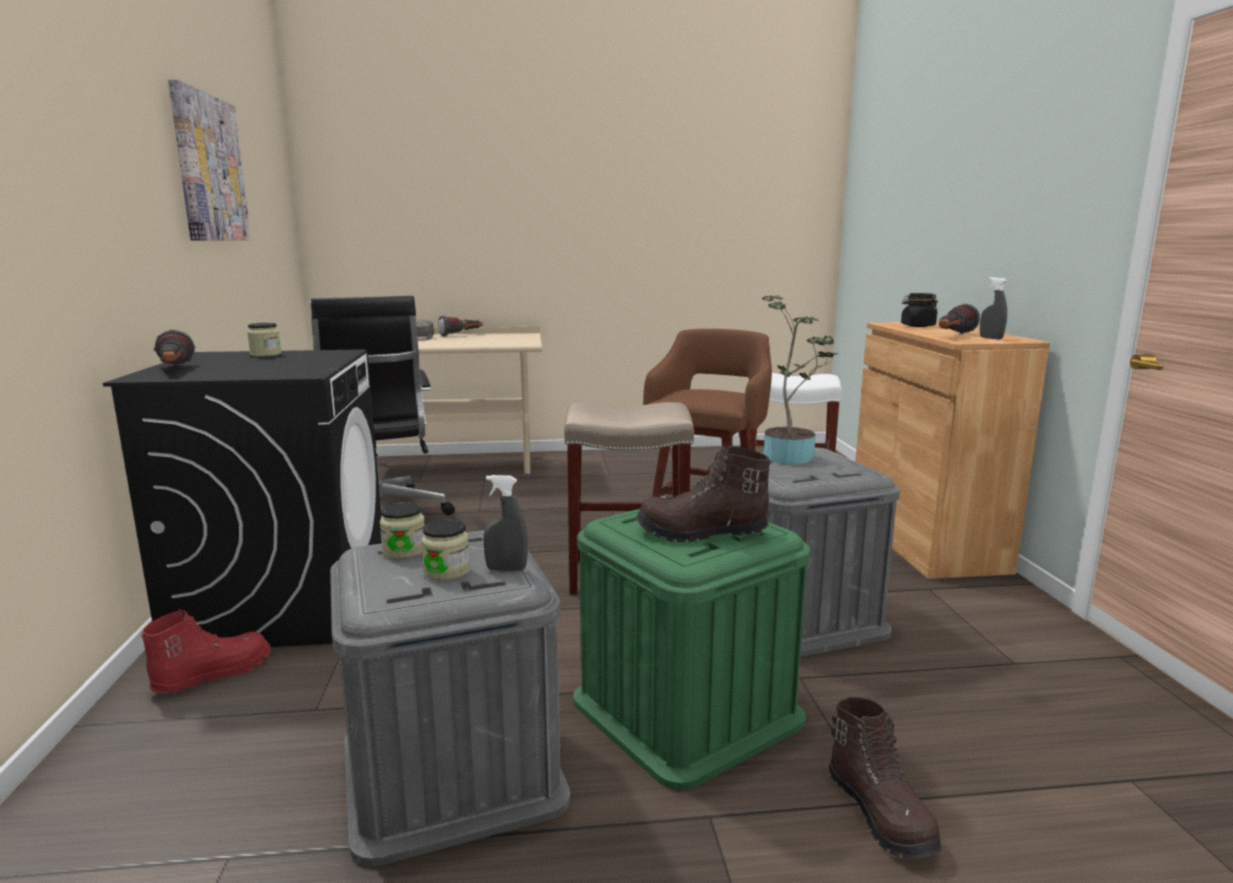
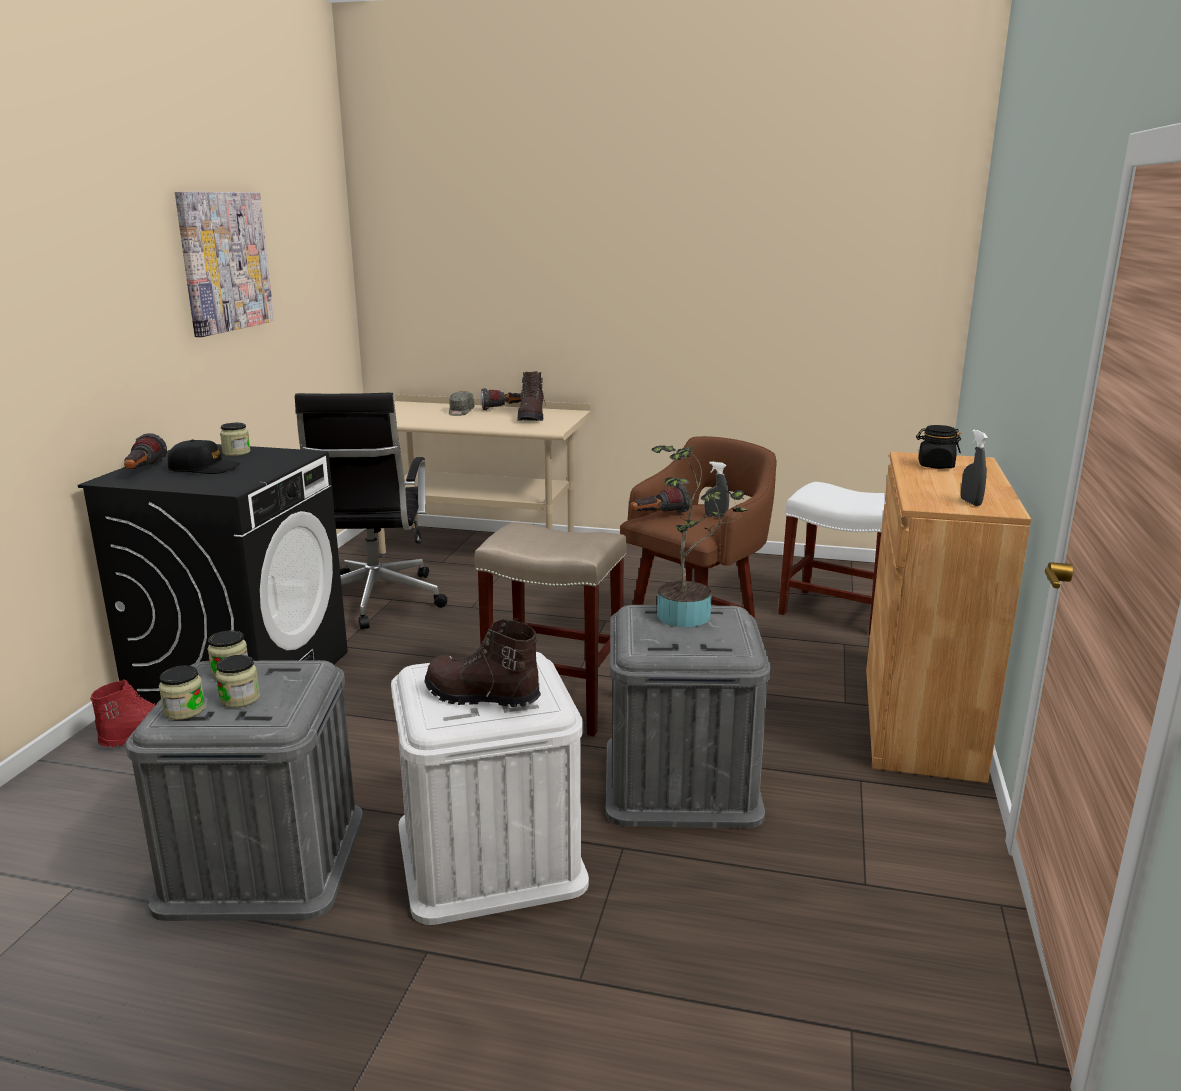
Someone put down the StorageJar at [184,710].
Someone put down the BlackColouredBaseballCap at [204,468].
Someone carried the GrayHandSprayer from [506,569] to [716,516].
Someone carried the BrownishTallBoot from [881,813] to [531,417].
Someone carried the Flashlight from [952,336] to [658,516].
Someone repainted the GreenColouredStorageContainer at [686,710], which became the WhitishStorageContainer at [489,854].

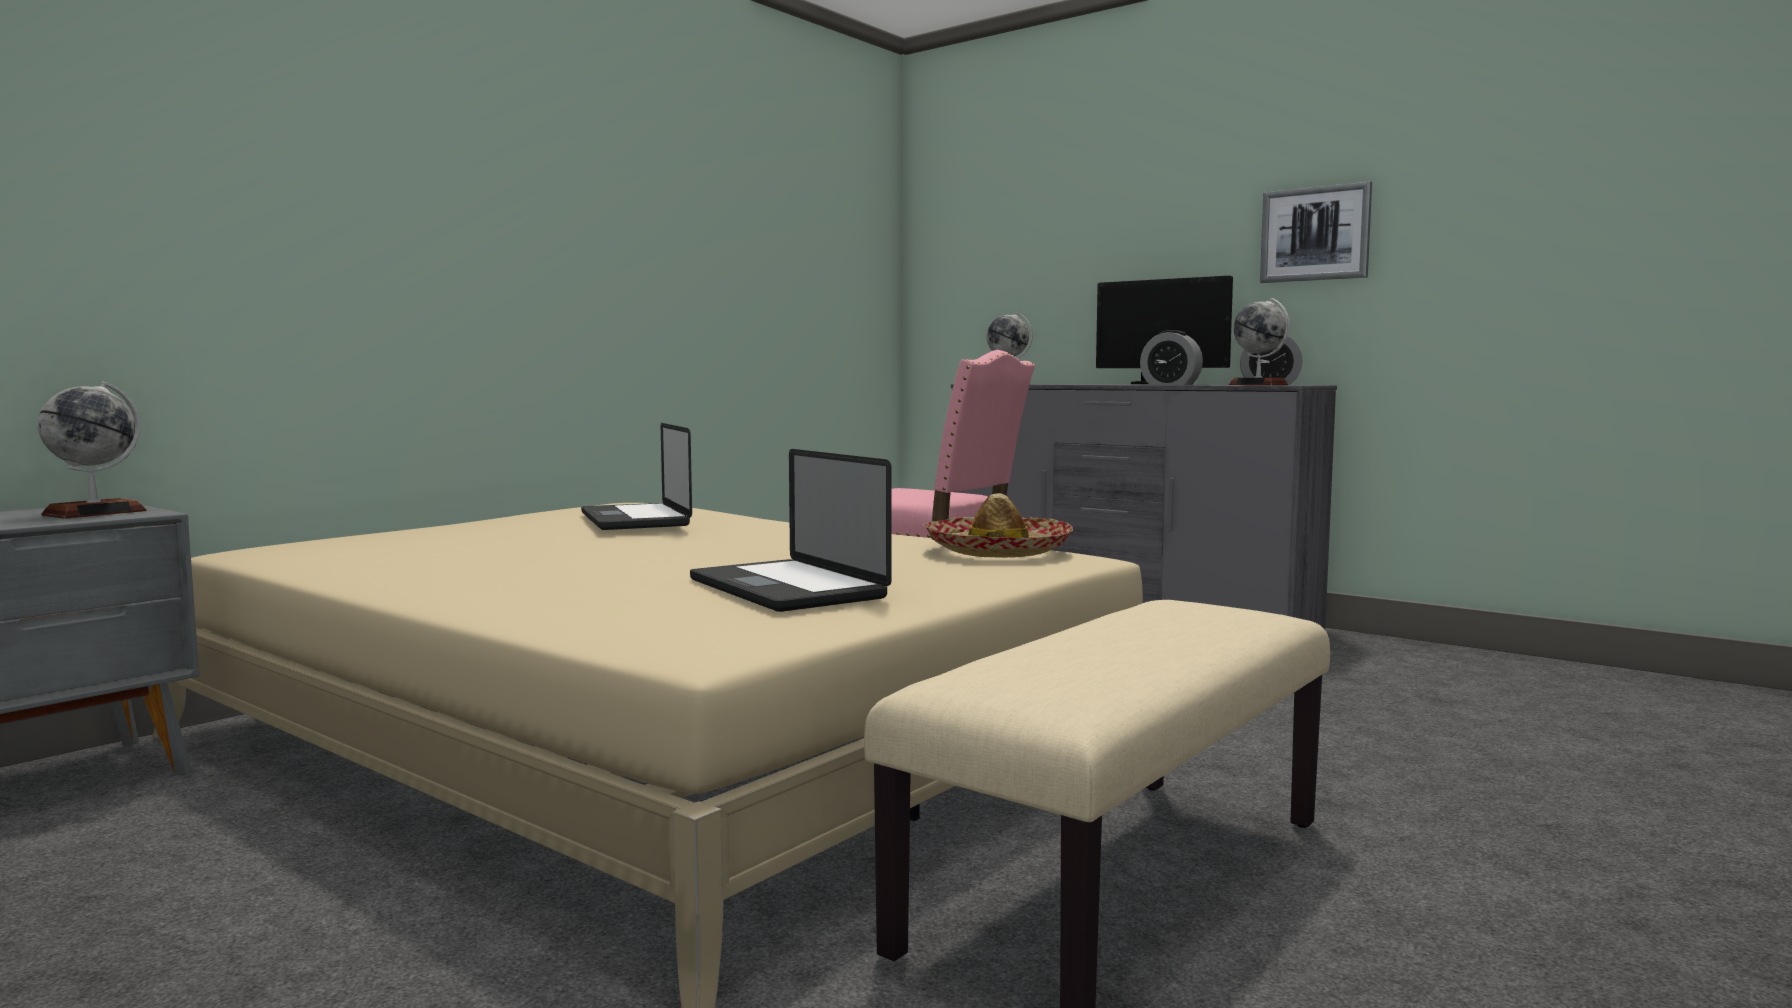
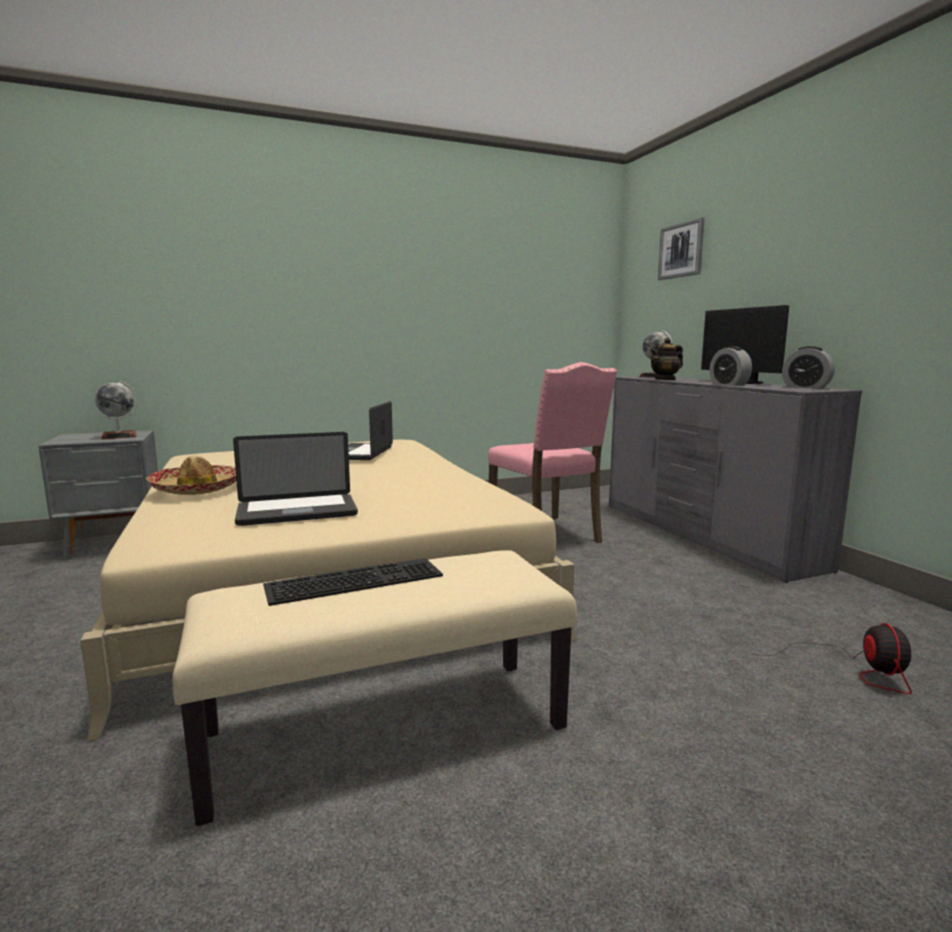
Someone took away the Globe at [1258,385].
Someone put down the Keyboard at [355,579].
Someone put down the PotForTea at [665,379].
Someone put down the CoolingFan at [853,669].
Someone carried the Hat from [996,551] to [197,489].
Someone carried the Picture from [1315,234] to [681,250].
Someone rotated the NotebookComputer at [786,589] by 105 degrees counterclockwise.

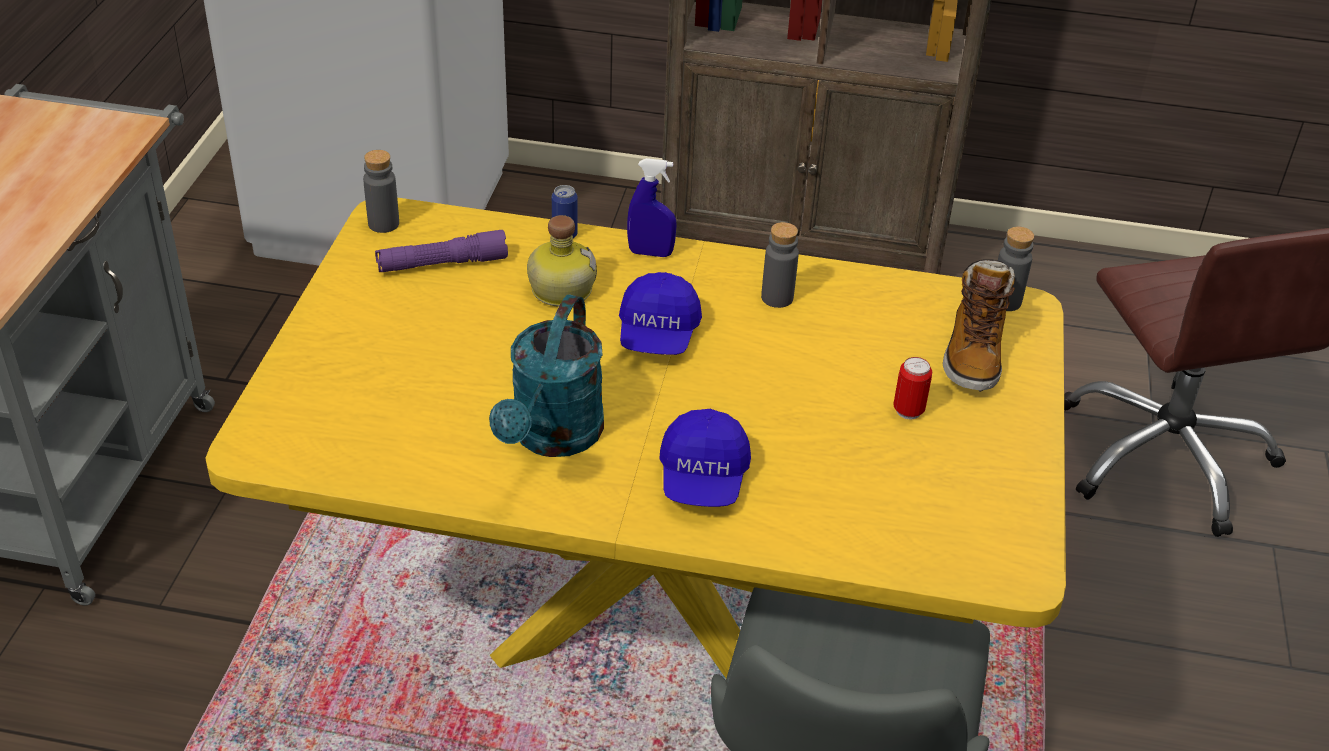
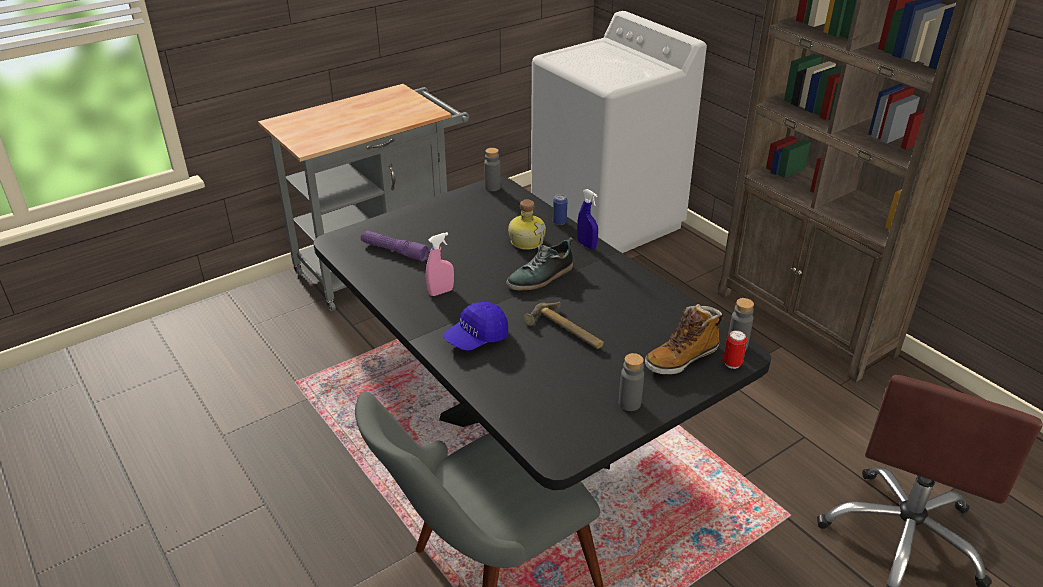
Someone put down the Hammer at [565,332].
Someone carried the PurplishFlashlight from [442,264] to [394,251].
Someone carried the GrayBottle from [777,298] to [629,403].
Someone carried the MetalCan from [908,411] to [732,363].
Someone swapped the TurquoiseWateringPot at [552,438] for the PinkHandSprayer at [441,292].
Someone swapped the BlueBaseballCap at [658,335] for the Shoe at [541,277].
Someone repainted the YellowColouredDiningTable at [652,621], which became the BlackColouredDiningTable at [522,442].

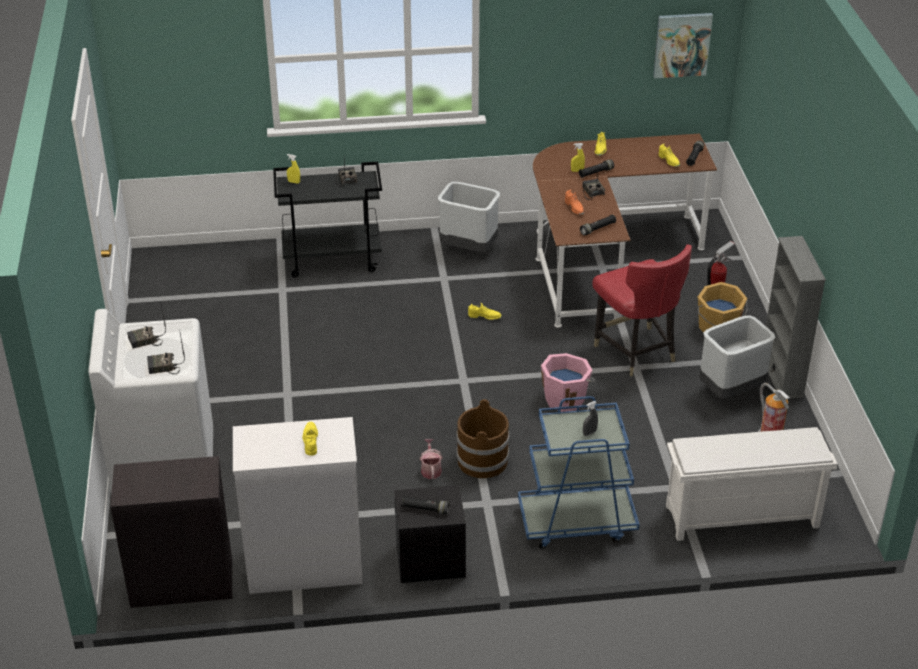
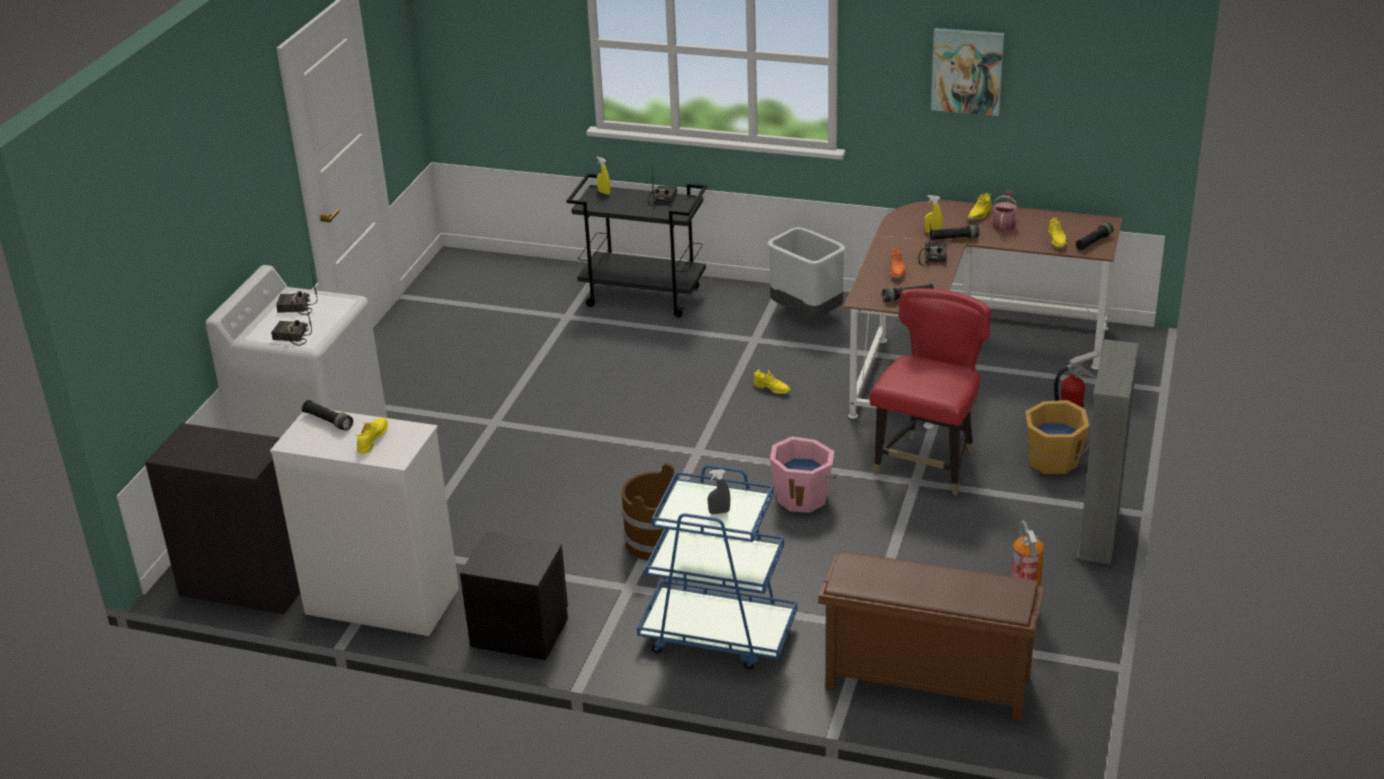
Someone took away the GrayWasteBin at [731,391].
Someone carried the BlackColouredFlashlight from [425,509] to [328,421].
Someone carried the WateringPot from [431,469] to [1004,224].
Someone carried the Picture from [682,44] to [967,71].
Someone repainted the WhitishShoeStand at [740,517], which became the BrownishShoeStand at [925,682].
Someone rotated the RedUprightChair at [636,352] by 150 degrees counterclockwise.

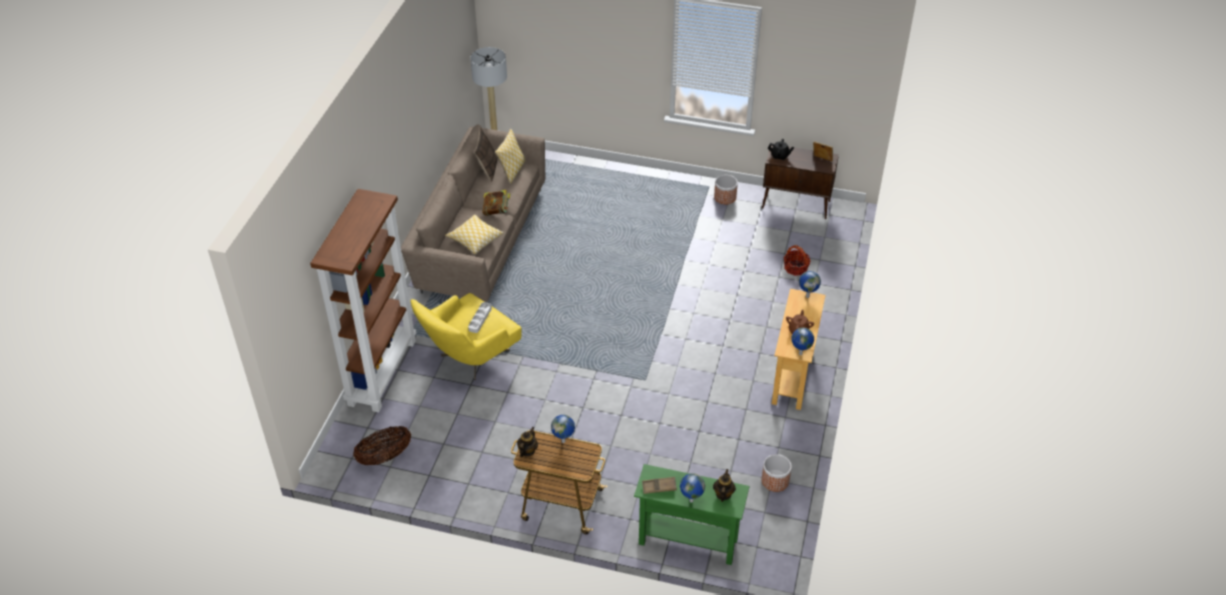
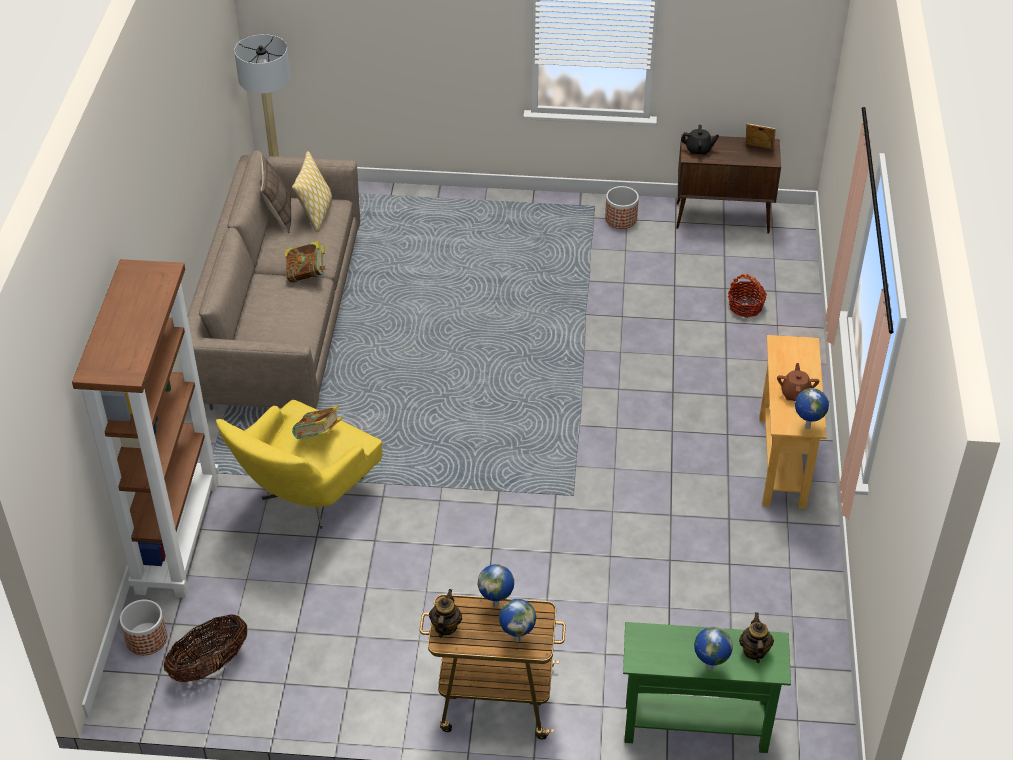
Someone took away the Pillow at [475,239].
Someone took away the BrownishTray at [659,487].
Someone carried the FlowerPot from [775,481] to [146,639].
Someone carried the Globe from [807,296] to [517,638].
Someone swapped the GrayTray at [480,319] for the BoundBook at [318,436].

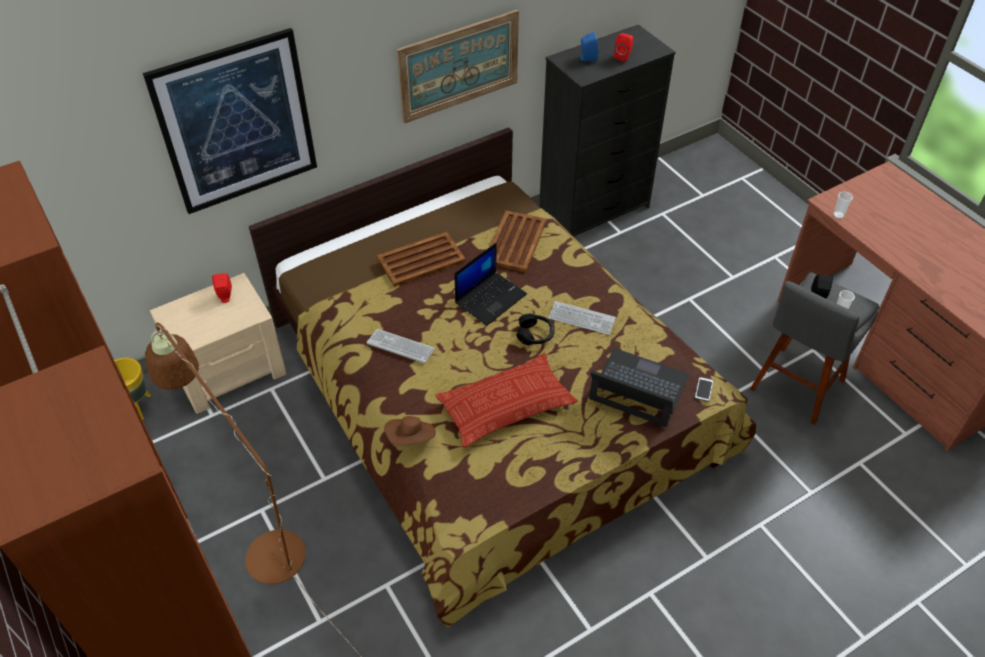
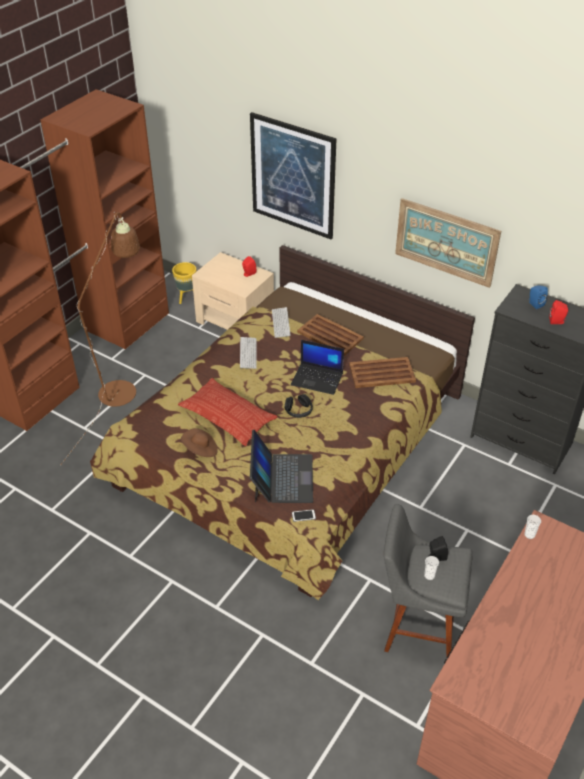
Someone carried the BrownishHat from [411,438] to [200,450].
Someone carried the Keyboard from [581,319] to [281,323].

